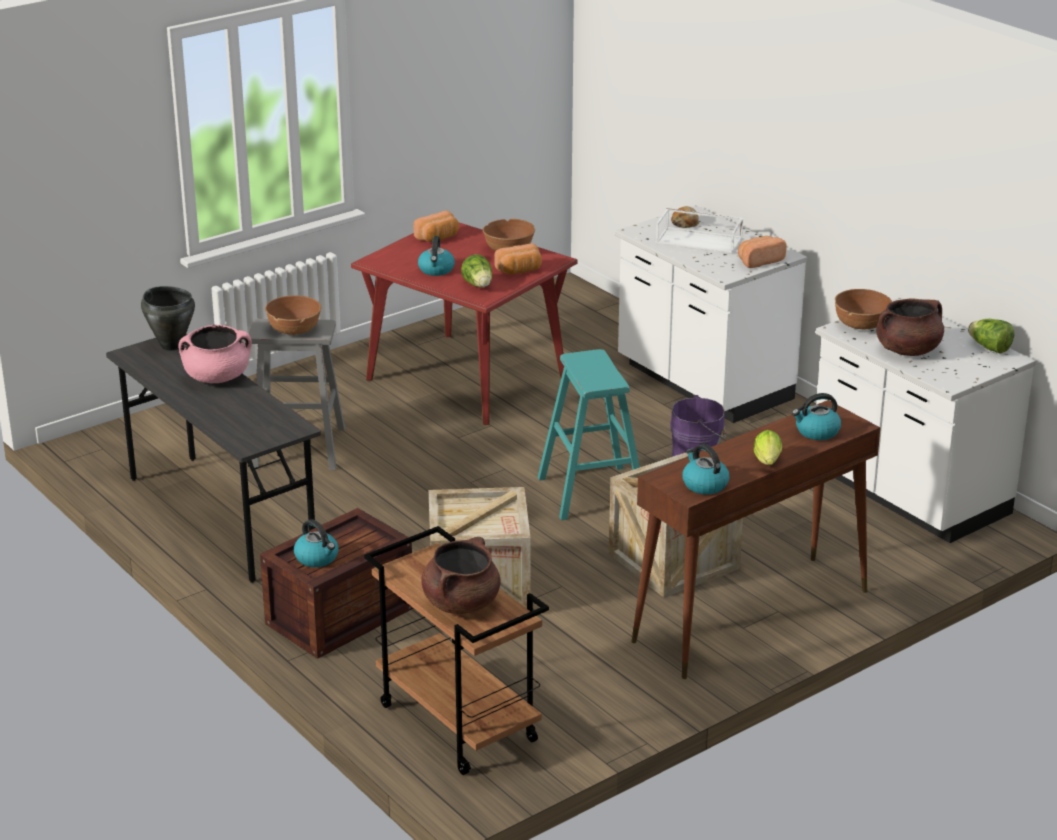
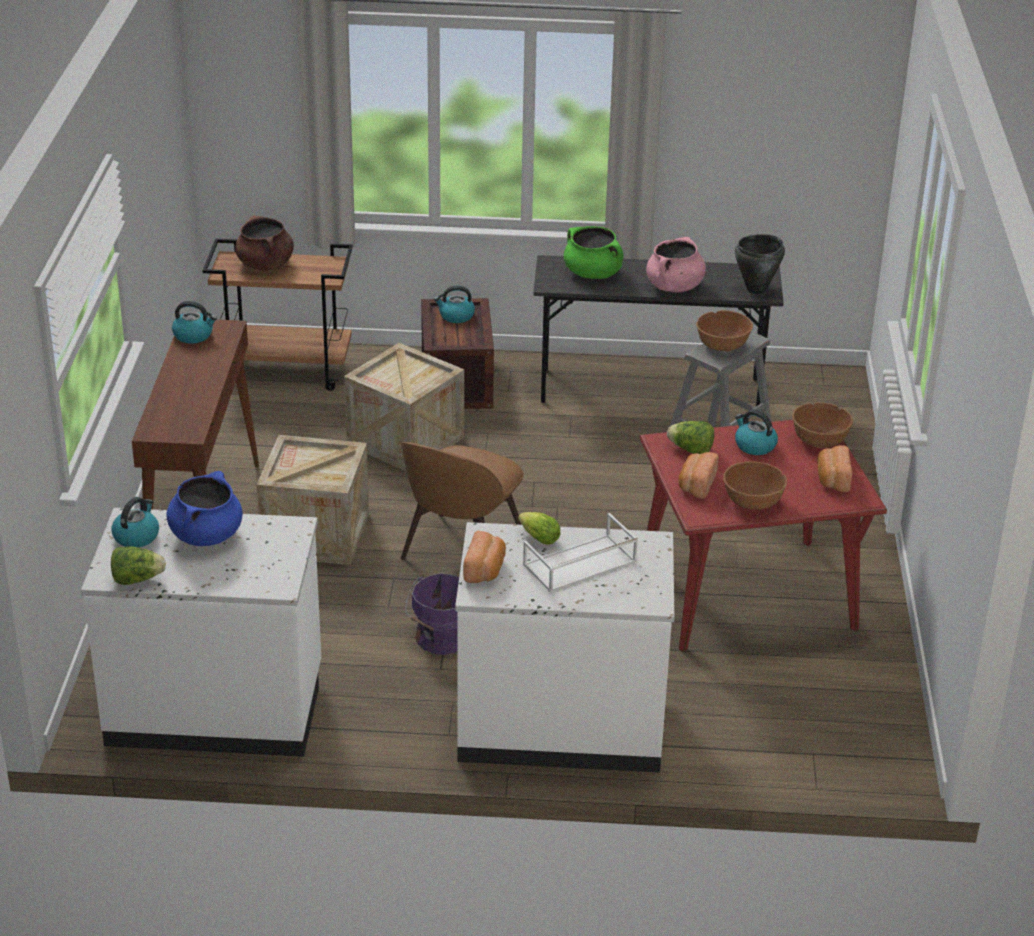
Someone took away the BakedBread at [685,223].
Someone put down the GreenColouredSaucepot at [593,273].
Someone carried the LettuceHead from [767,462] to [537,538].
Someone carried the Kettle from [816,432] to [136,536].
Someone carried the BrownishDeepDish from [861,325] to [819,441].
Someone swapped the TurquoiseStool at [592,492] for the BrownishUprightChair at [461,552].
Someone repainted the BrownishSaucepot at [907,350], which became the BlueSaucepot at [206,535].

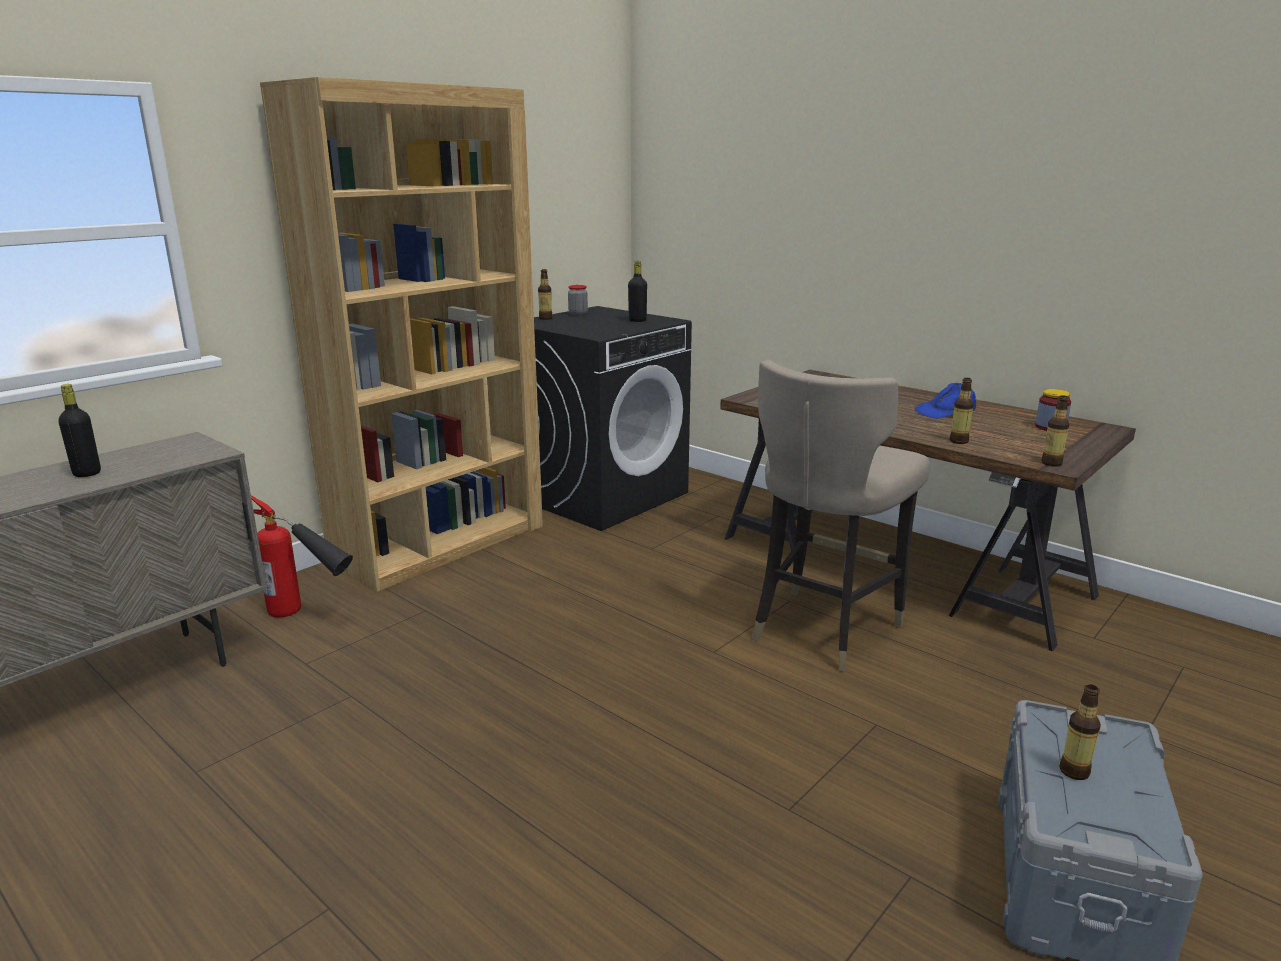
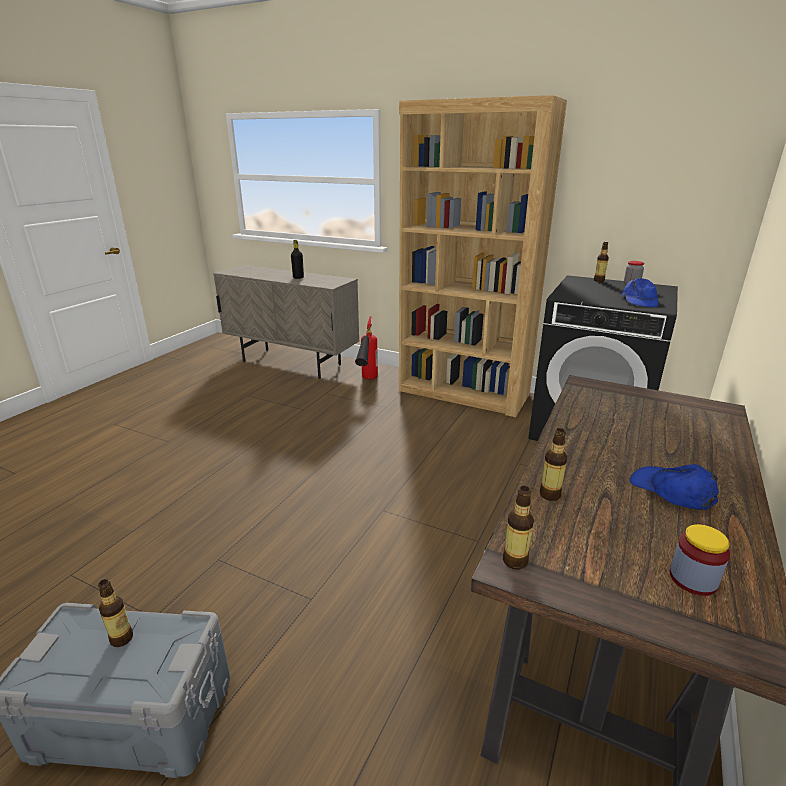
Someone took away the BeigeColouredStool at [823,629].
Someone swapped the BlackColouredBottle at [637,320] for the BlueBaseballCap at [639,300].

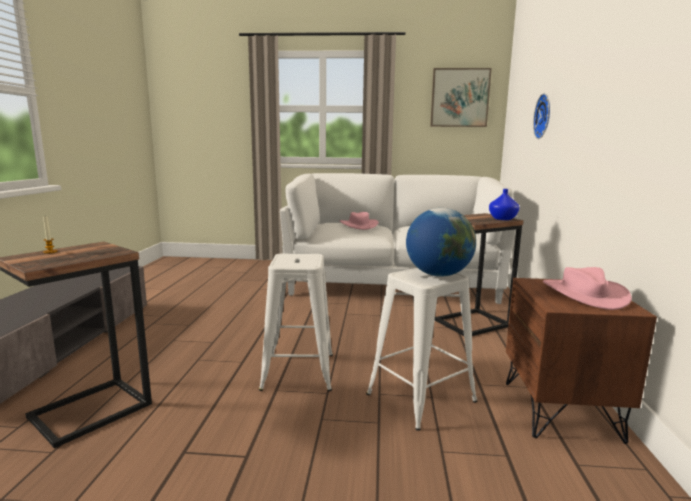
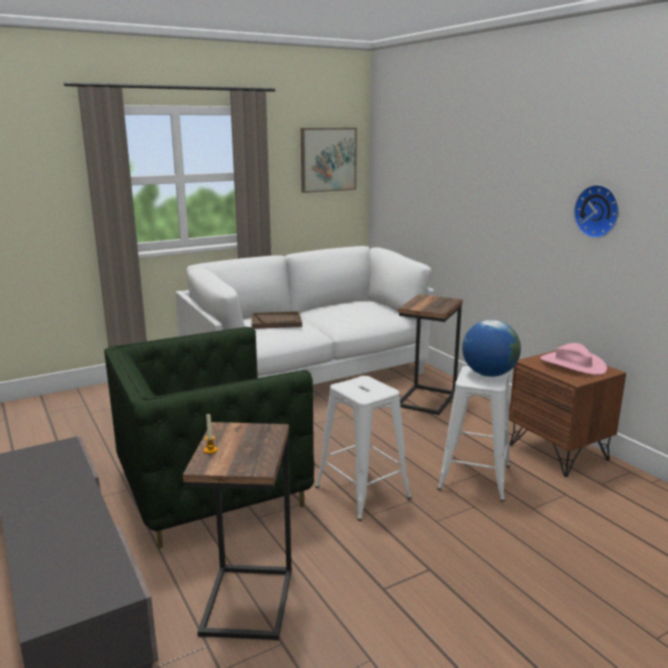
Someone took away the BlueVase at [502,219].
Someone put down the GreenColouredArmchair at [211,488].
Someone carried the ClockOnTheWall from [544,116] to [598,211].
Someone swapped the PinkHat at [358,225] for the BrownishTray at [276,322].

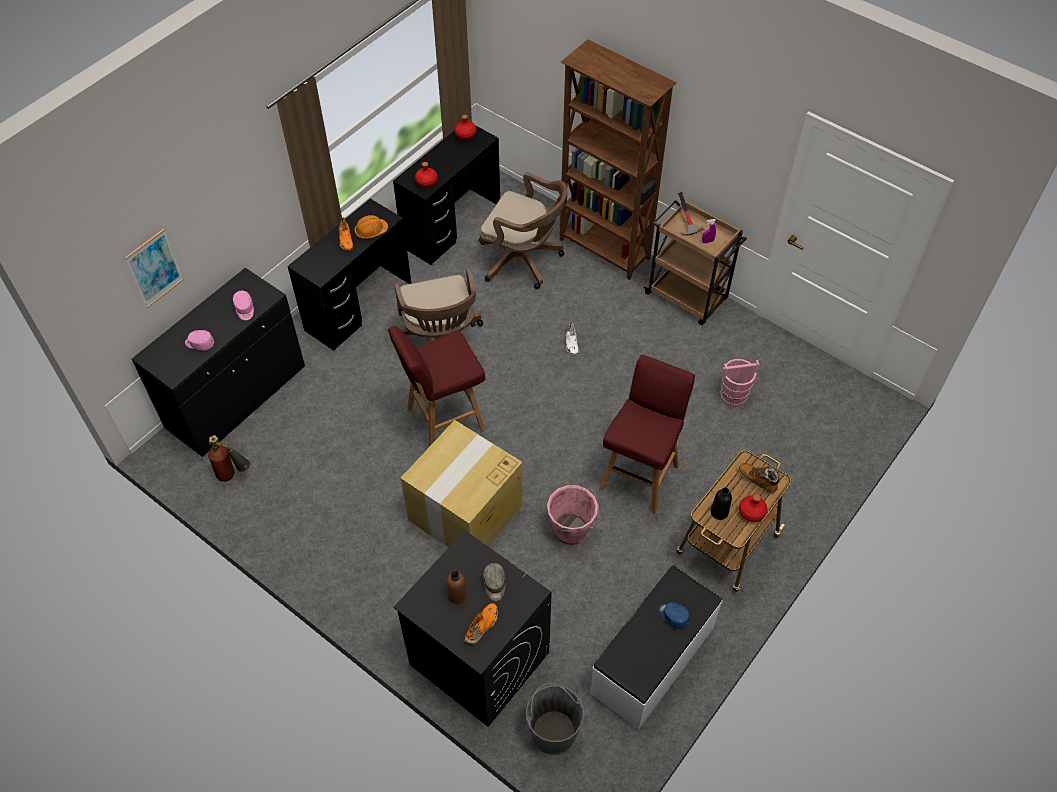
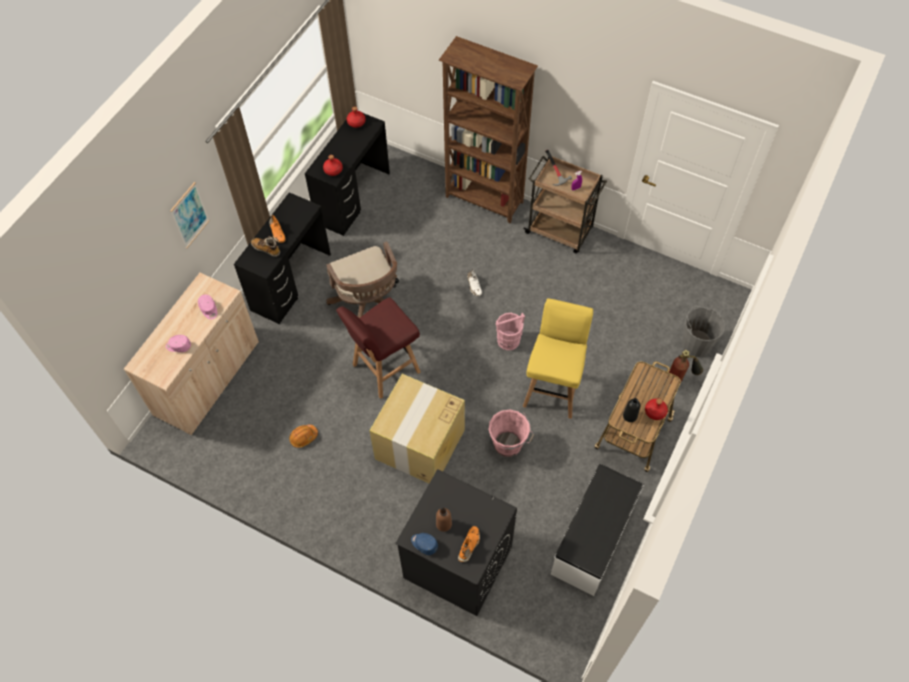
Someone took away the BrownishComputerChair at [524,260].
Someone took away the GrayBaseballCap at [494,584].
Someone carried the Picture from [154,268] to [189,215].
Someone carried the FireFightingCylinder from [233,476] to [680,379].
Someone carried the OrangeWorkHelmet from [371,231] to [303,437].
Someone carried the GrayWaterBucket from [553,732] to [696,343].
Someone carried the BlueBaseballCap from [673,616] to [424,544].
Someone carried the PinkWaterBucket from [734,394] to [508,340].
Someone carried the TallBoot from [757,480] to [266,249].
Someone repainted the BlackColouredCupboard at [237,398], which became the BeigeColouredCupboard at [207,378].
Someone repainted the RedStool at [640,476], which became the YellowColouredStool at [553,389].

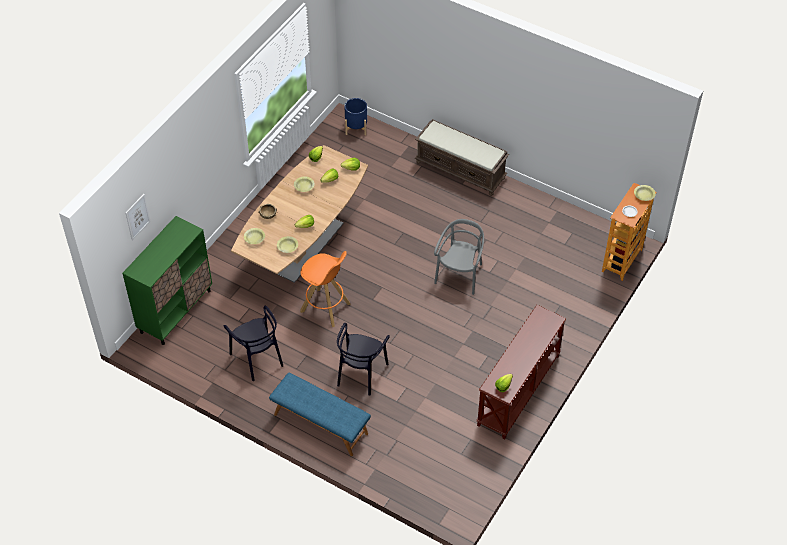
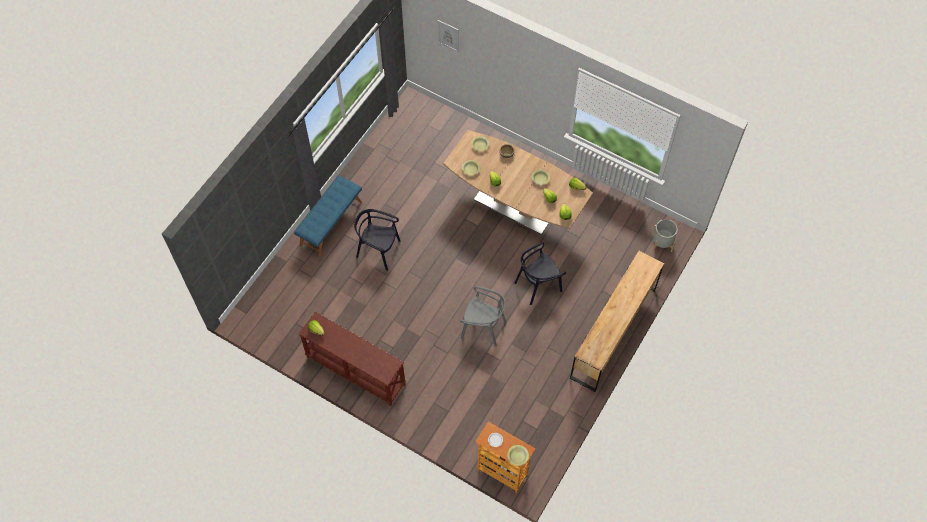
Someone took away the GreenColouredCupboard at [176,311].
Someone took away the OrangeStool at [326,308].
Someone carried the BlackColouredUprightChair from [257,358] to [538,285].
Someone swapped the BrownishBench at [461,170] for the BrownishDresser at [613,332].
Someone repainted the BlueFlowerPot at [356,127], which became the GrayFlowerPot at [661,243].

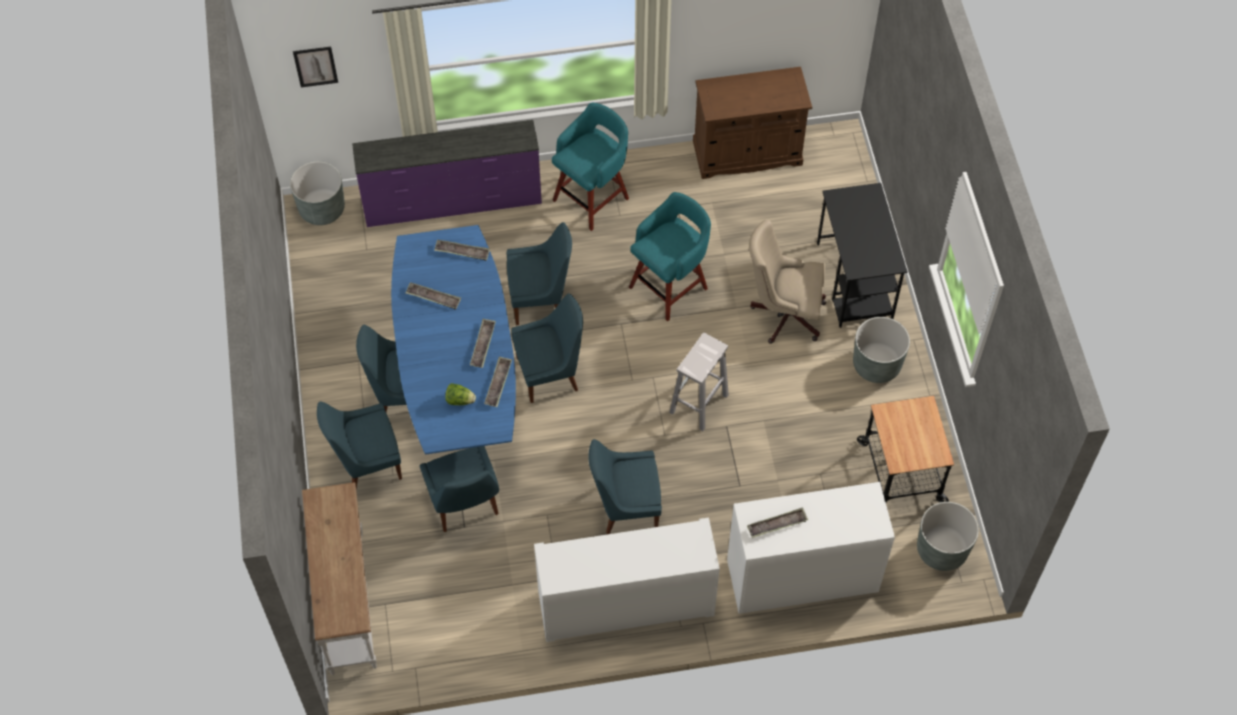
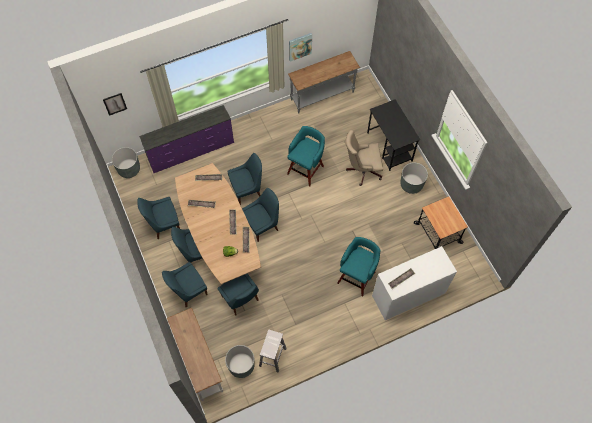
Someone took away the WhitishCupboard at [626,604].
Someone put up the Picture at [300,46].
Someone carried the TurquoiseStool from [592,198] to [357,276].
Someone carried the BlueUprightChair from [625,506] to [163,224].
Someone carried the WhitishStool from [698,404] to [272,357].
Someone carried the GrayFlowerPot from [942,549] to [241,365].
Someone swapped the BrownishCupboard at [747,153] for the GrayConsoleTable at [322,96].
Someone repainted the BlueDiningTable at [459,383], which became the BrownishDiningTable at [221,240].

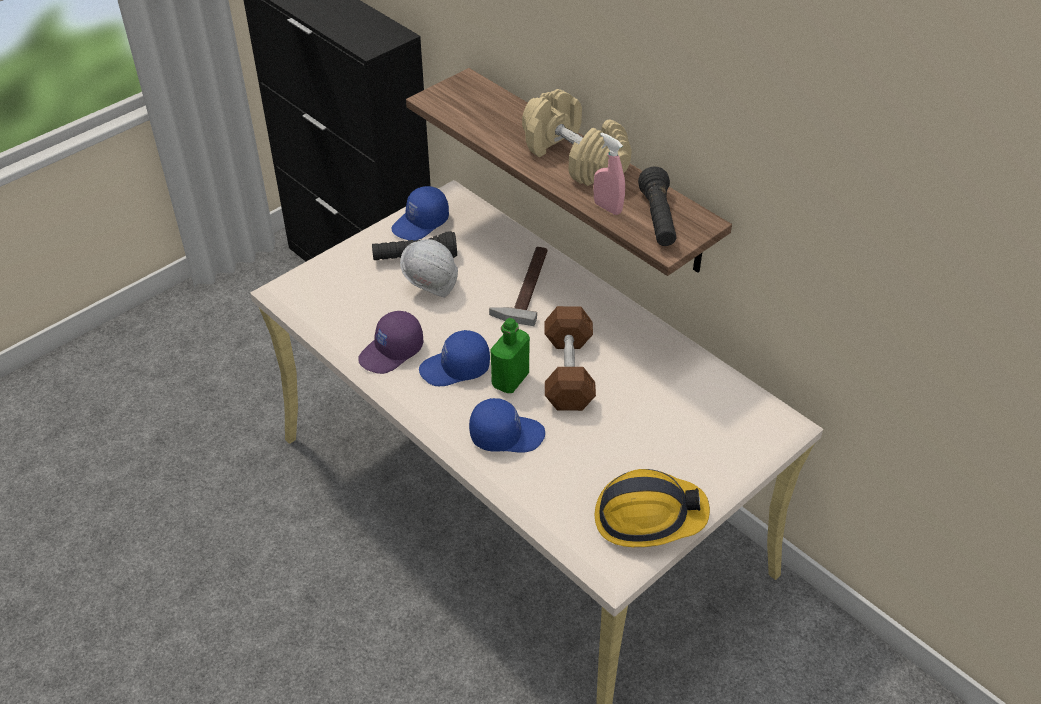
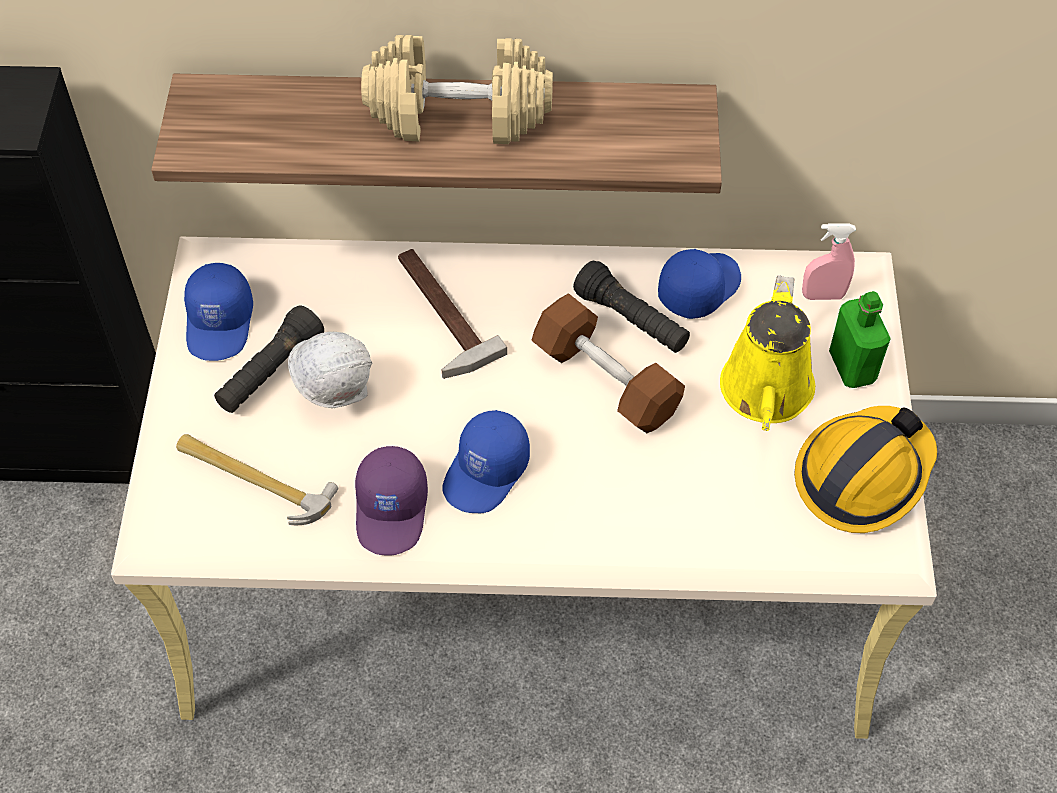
Someone put down the Hammer at [254,479].
Someone put down the YellowColouredWateringPot at [766,394].
Someone carried the BlueBaseballCap from [506,434] to [698,287].
Someone carried the GreenColouredBottle from [510,380] to [852,367].
Someone carried the PinkHandSprayer from [607,208] to [823,295].
Someone carried the BlackColouredFlashlight from [658,219] to [632,320].

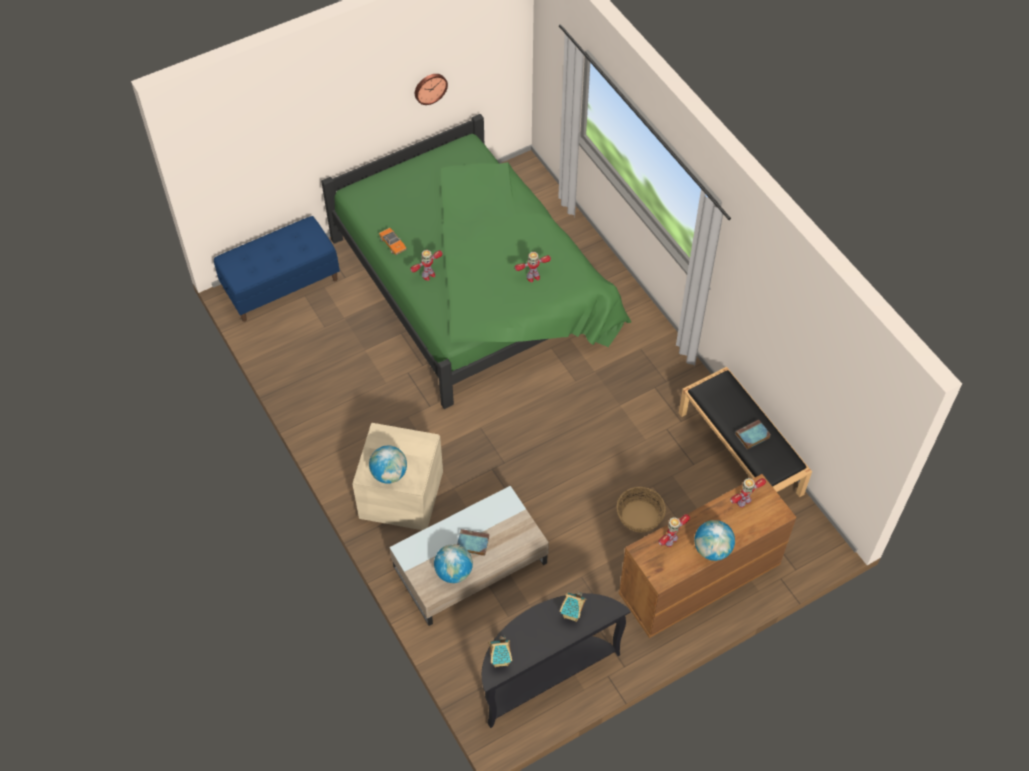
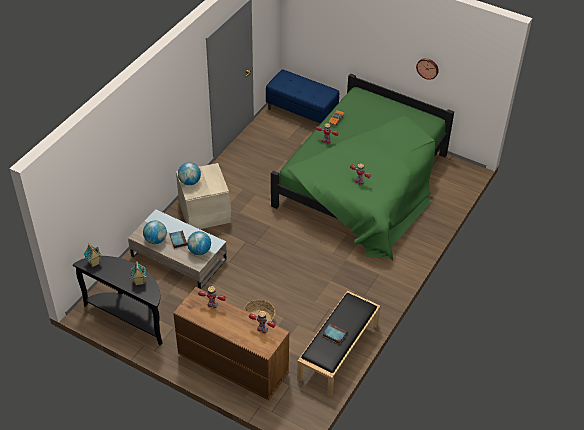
Someone carried the Globe from [712,549] to [199,251].

